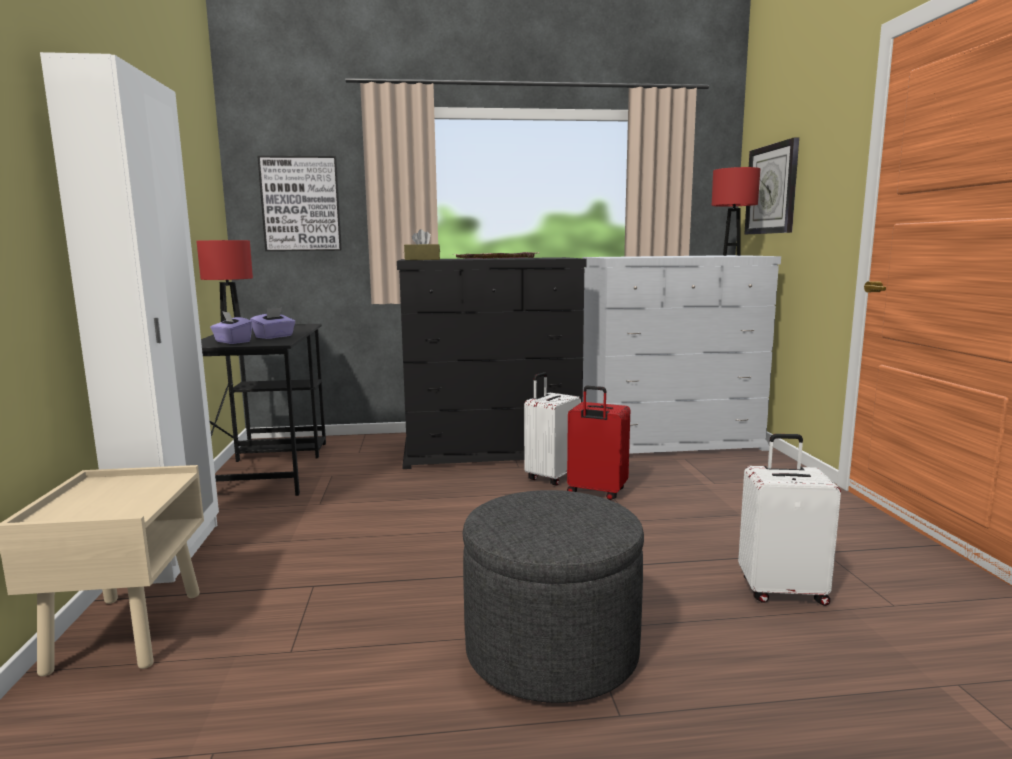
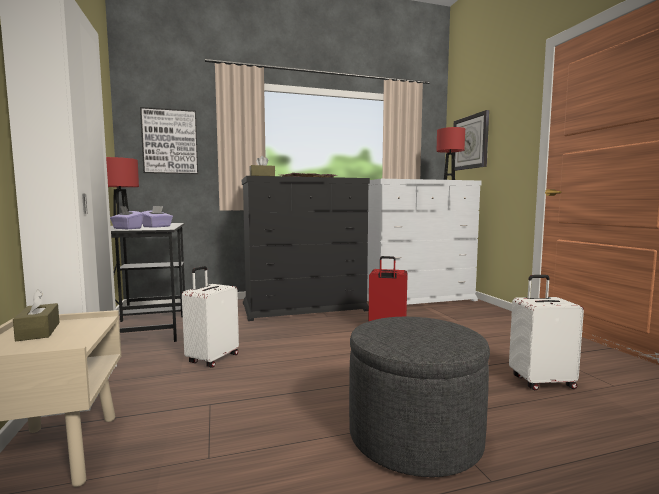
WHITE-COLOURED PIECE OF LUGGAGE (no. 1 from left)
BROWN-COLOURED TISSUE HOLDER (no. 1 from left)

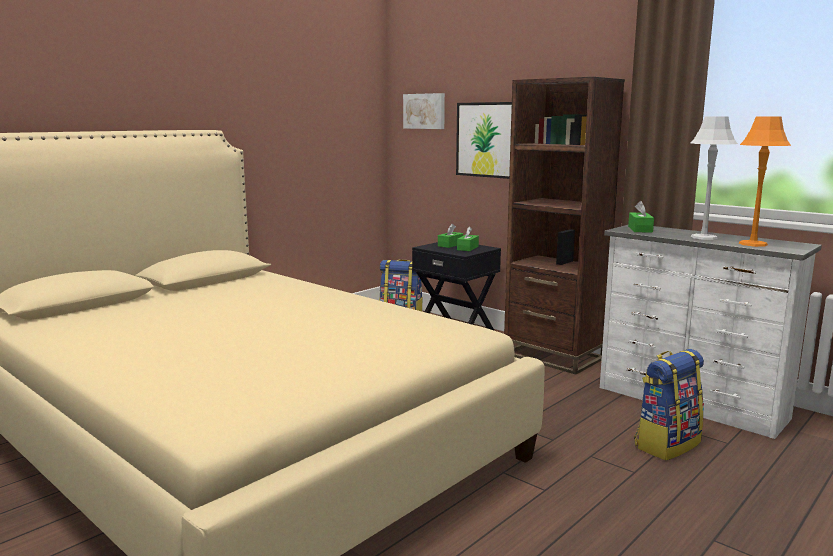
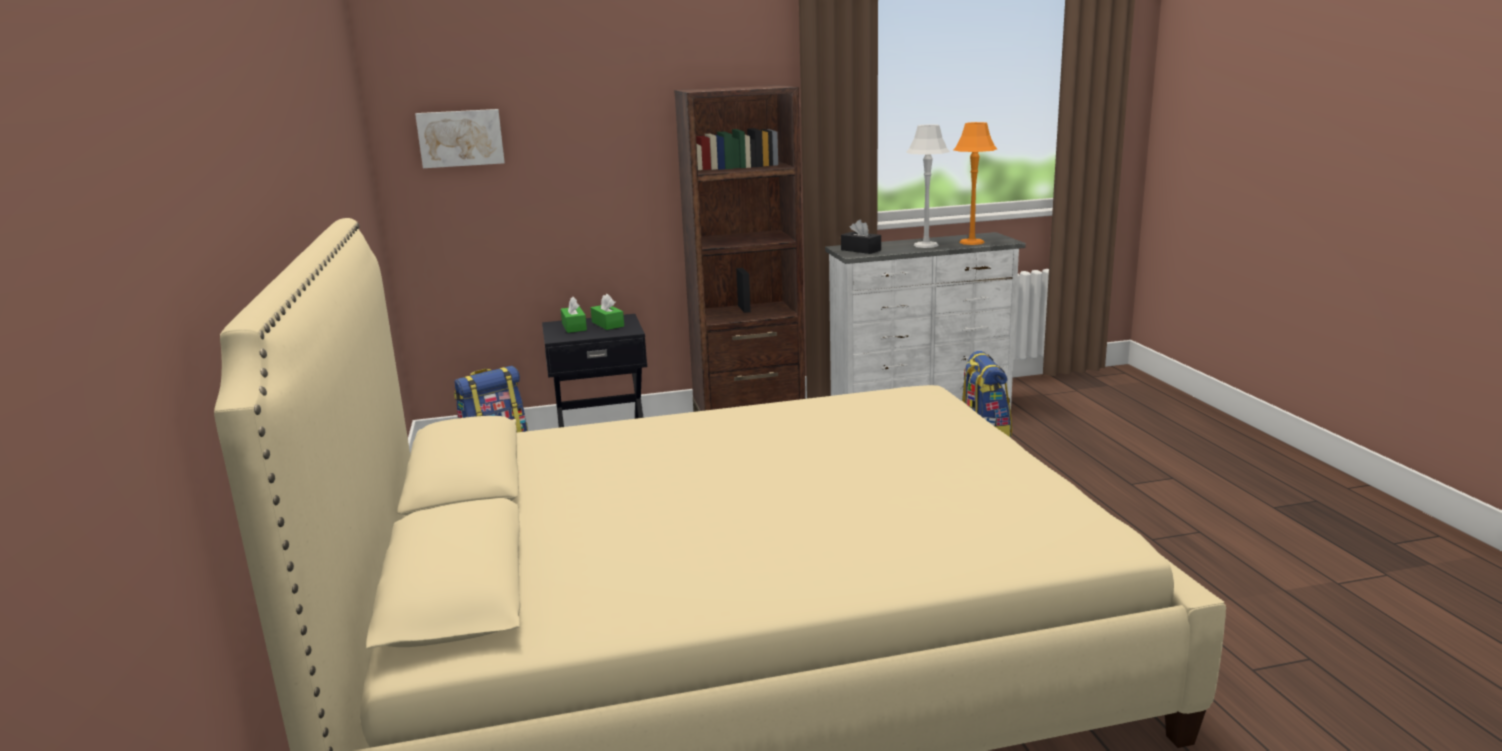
WALL ART (no. 2 from left in the first image)
BLACK TISSUE HOLDER

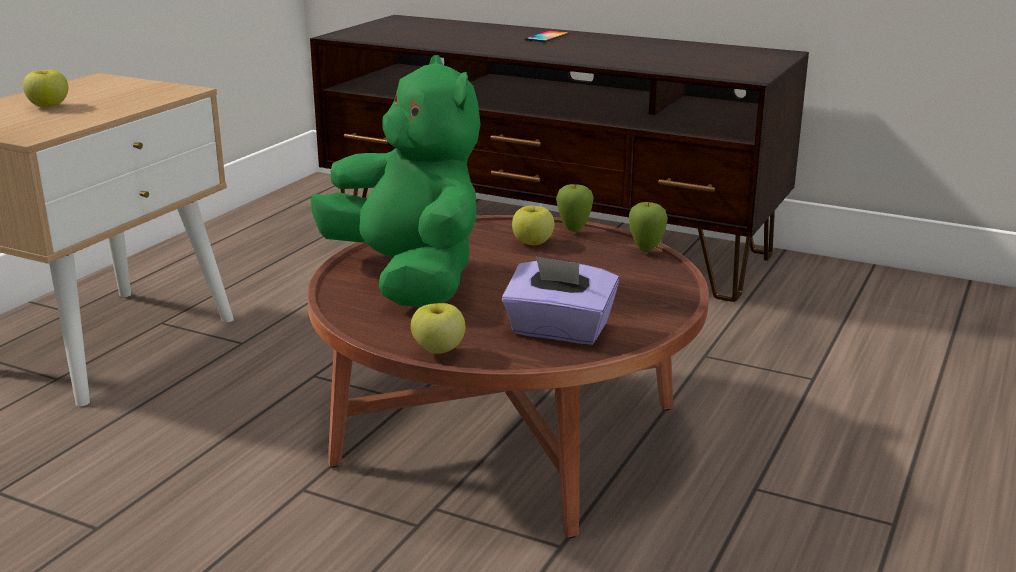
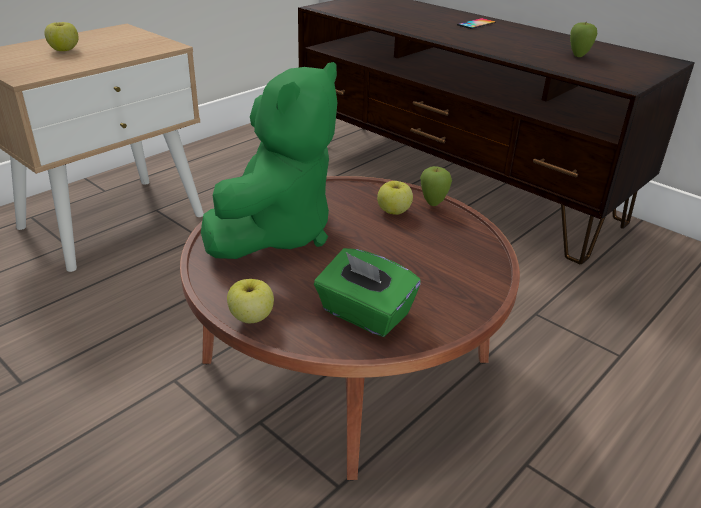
GREEN-COLOURED PLUSH TOY
WHOLE APPLE (no. 5 from left)
GREEN-COLOURED TISSUE HOLDER

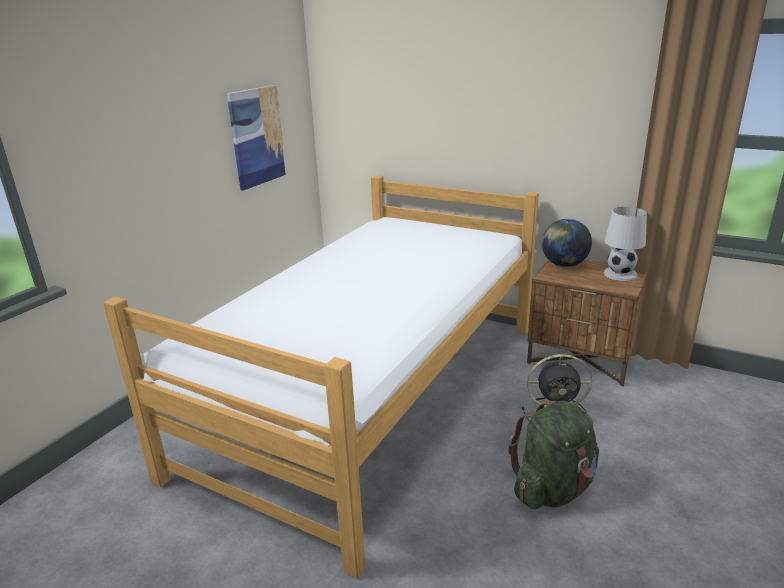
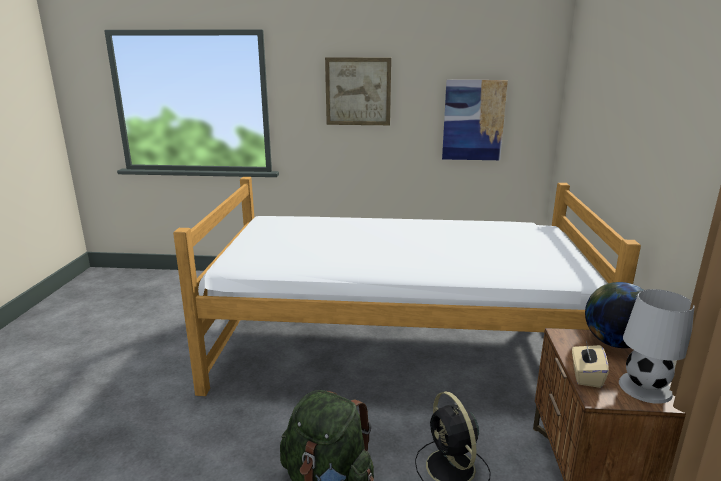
WALL ART (no. 1 from left)
BEIGE-COLOURED TISSUE HOLDER

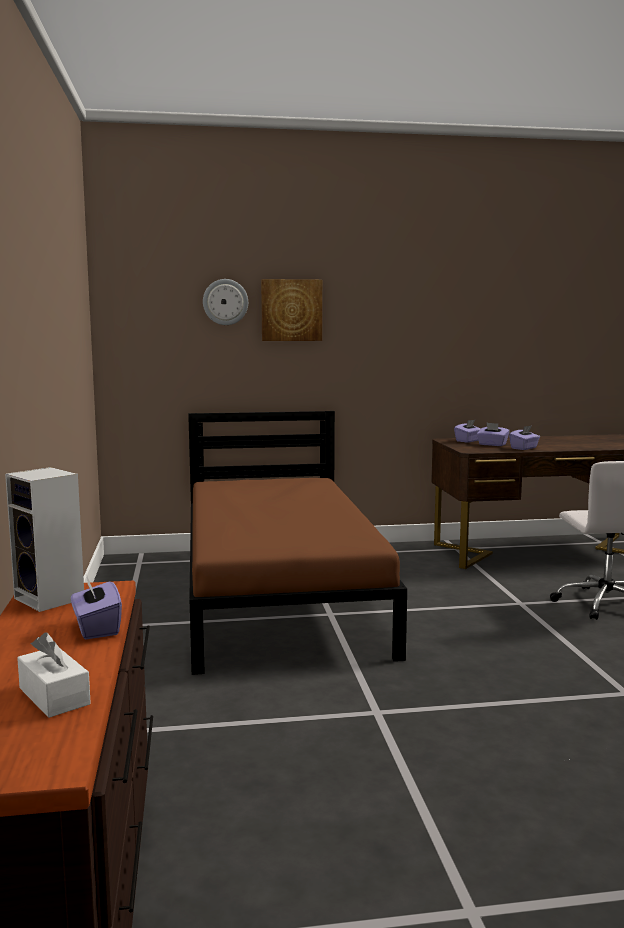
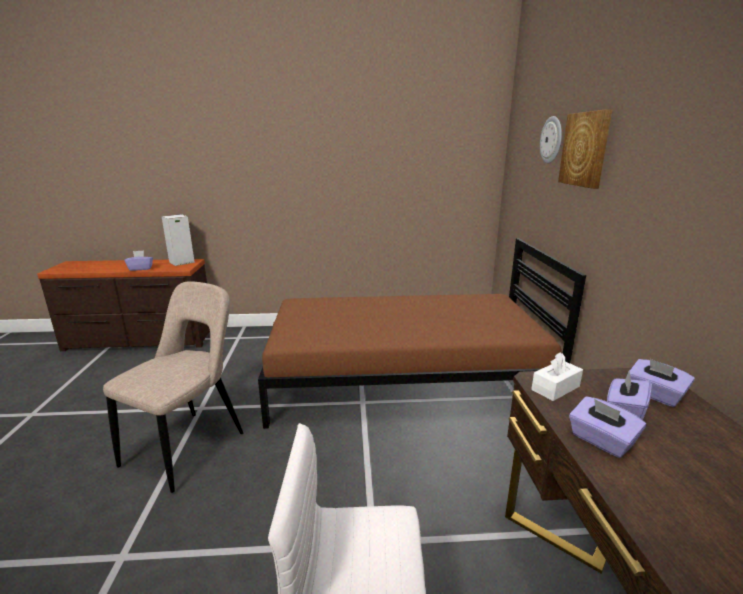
WHITE-COLOURED TISSUE HOLDER
BEIGE-COLOURED CHAIR

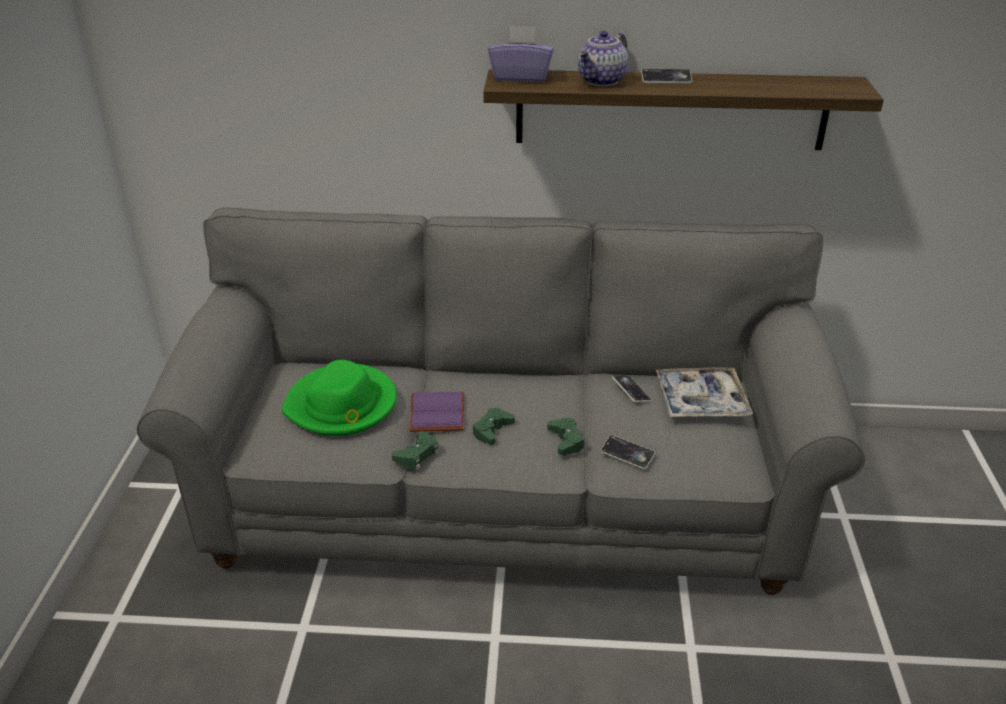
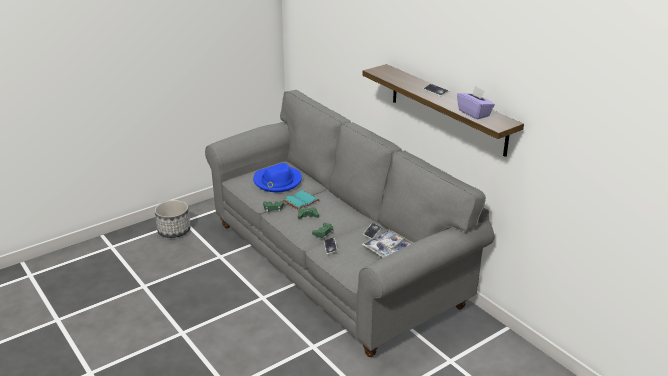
PURPLE TISSUE HOLDER
TEA POT
BLUE WEARABLE HAT
TURQUOISE BOUND BOOK
PLANTER

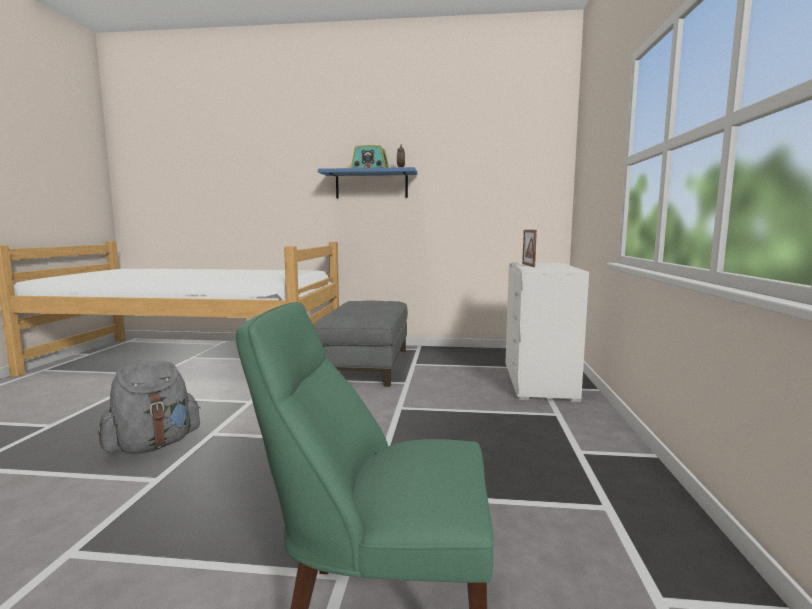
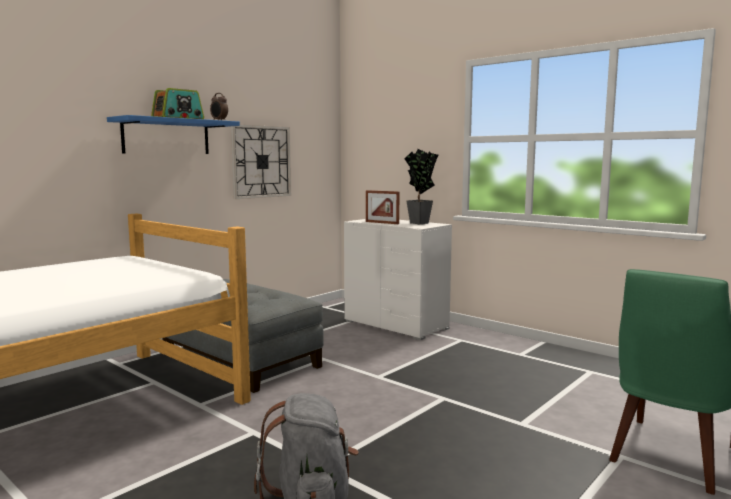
WALL CLOCK
PLANT IN A POT

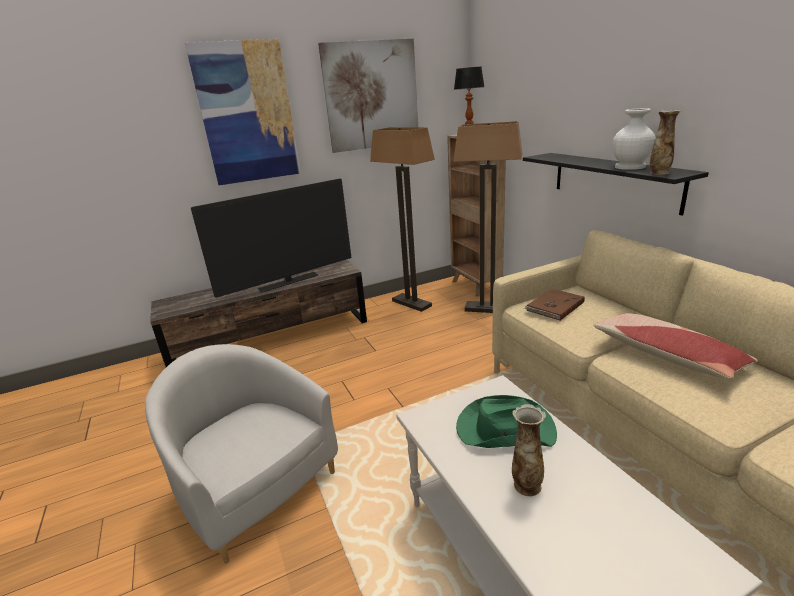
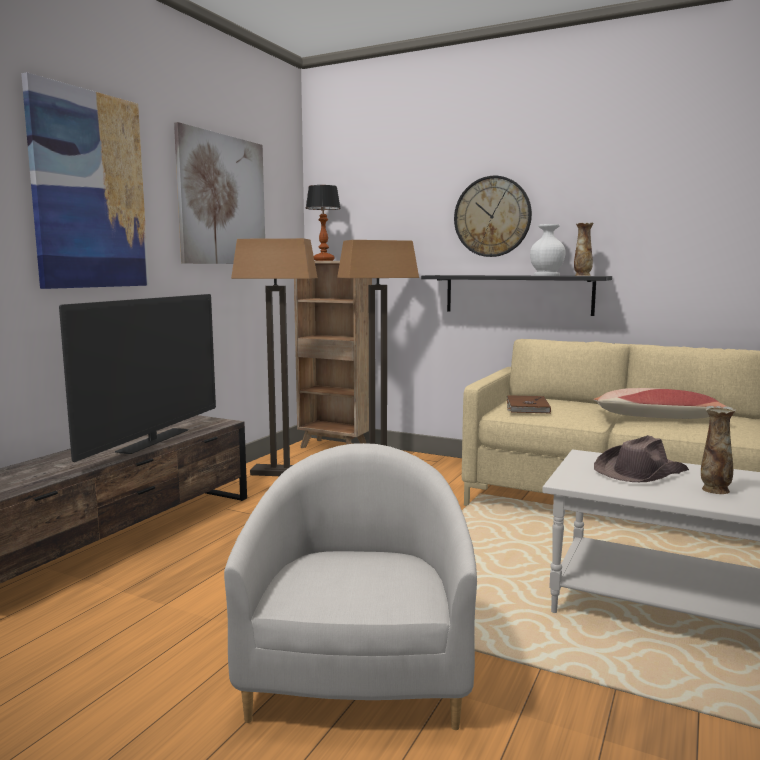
WHITE-COLOURED LOUNGE CHAIR
BROWN-COLOURED WEARABLE HAT
WALL CLOCK

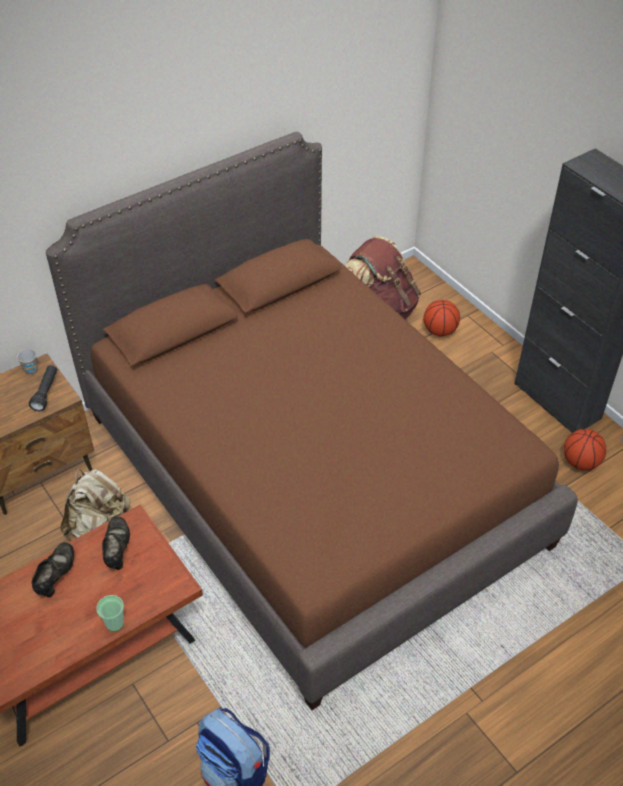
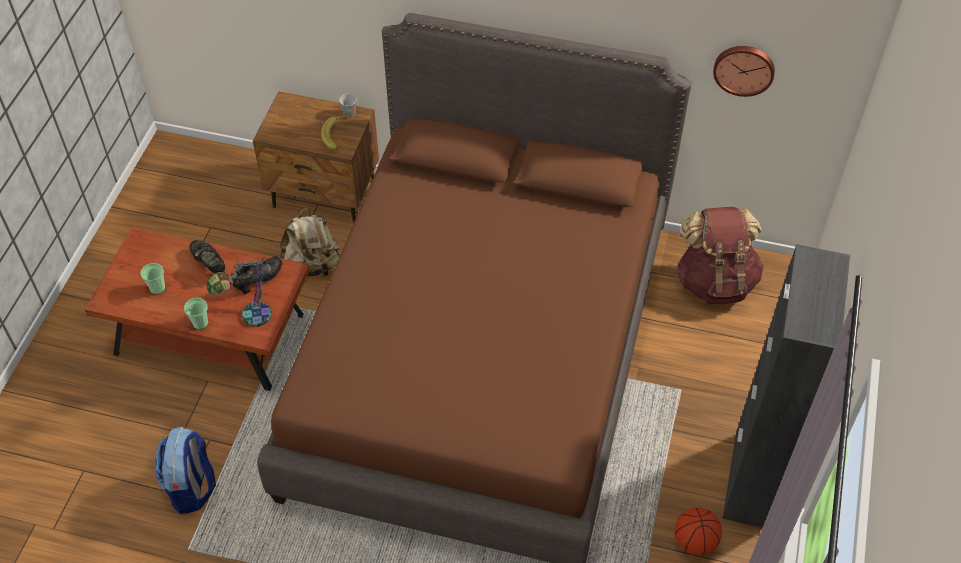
BALL FOR BASKETBALL (no. 1 from left in the first image)
BANANA
BLACK ITEM OF FOOTWEAR (no. 1 from left)
WALL CLOCK
TABLE LAMP
CUP (no. 1 from left)

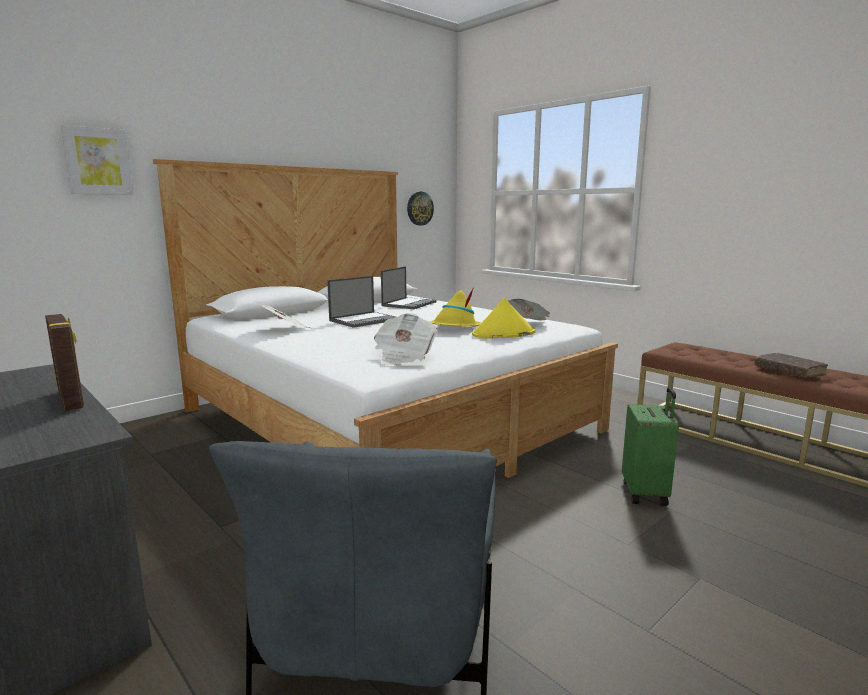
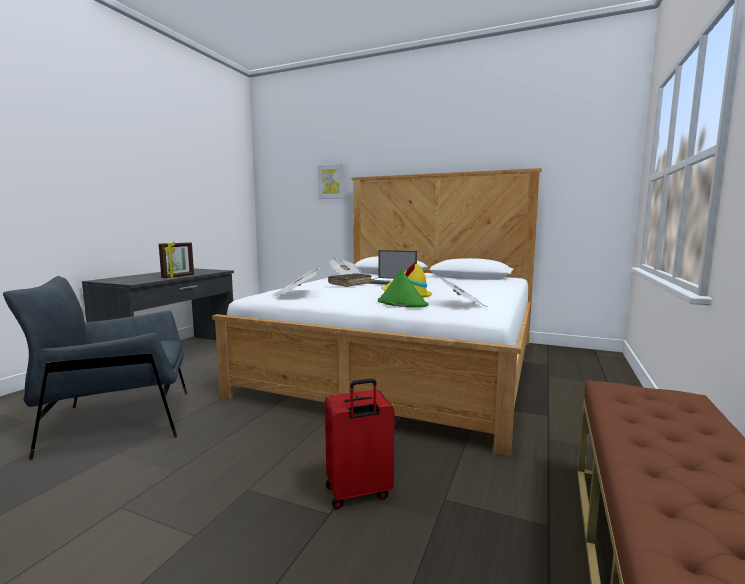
WALL CLOCK
NOTEBOOK COMPUTER (no. 2 from left in the first image)
GREEN-COLOURED WEARABLE HAT
BROWN-COLOURED BOUND BOOK
RED-COLOURED PIECE OF LUGGAGE

